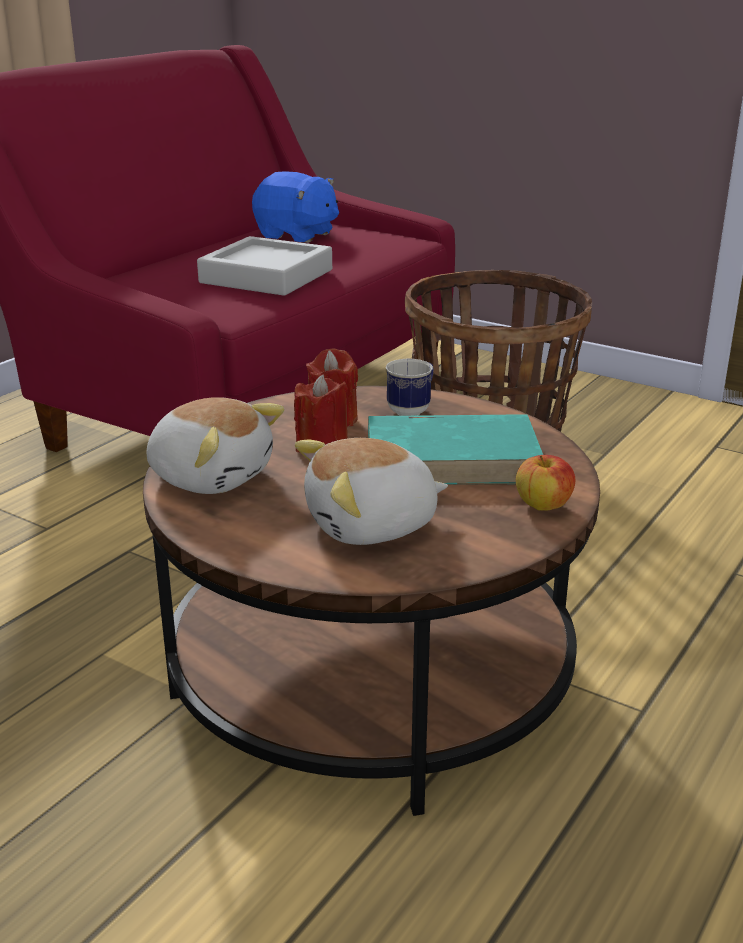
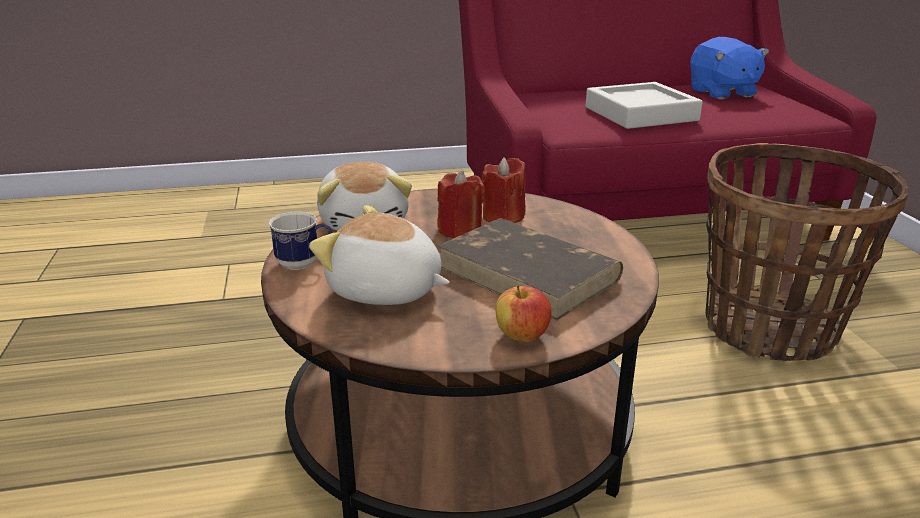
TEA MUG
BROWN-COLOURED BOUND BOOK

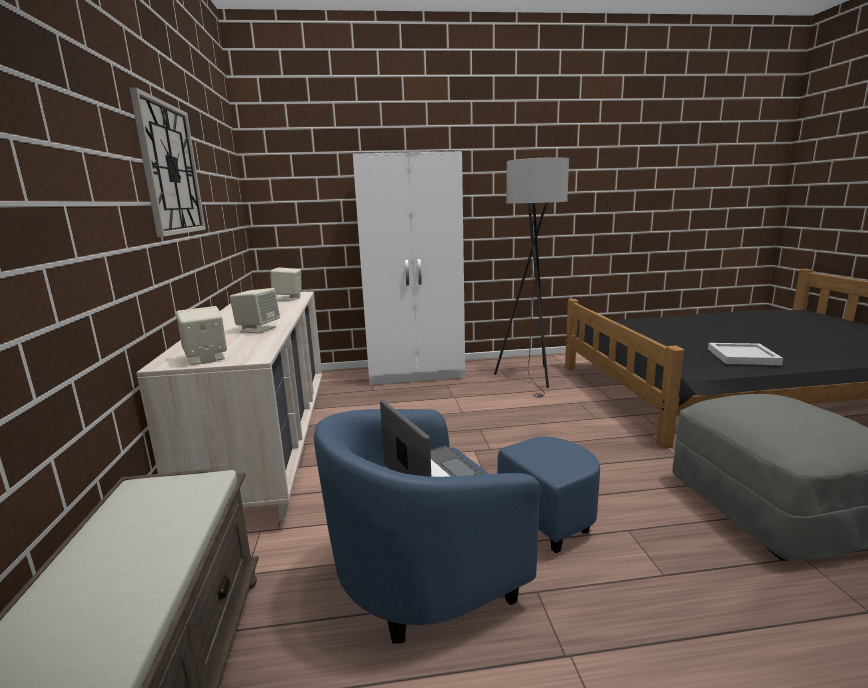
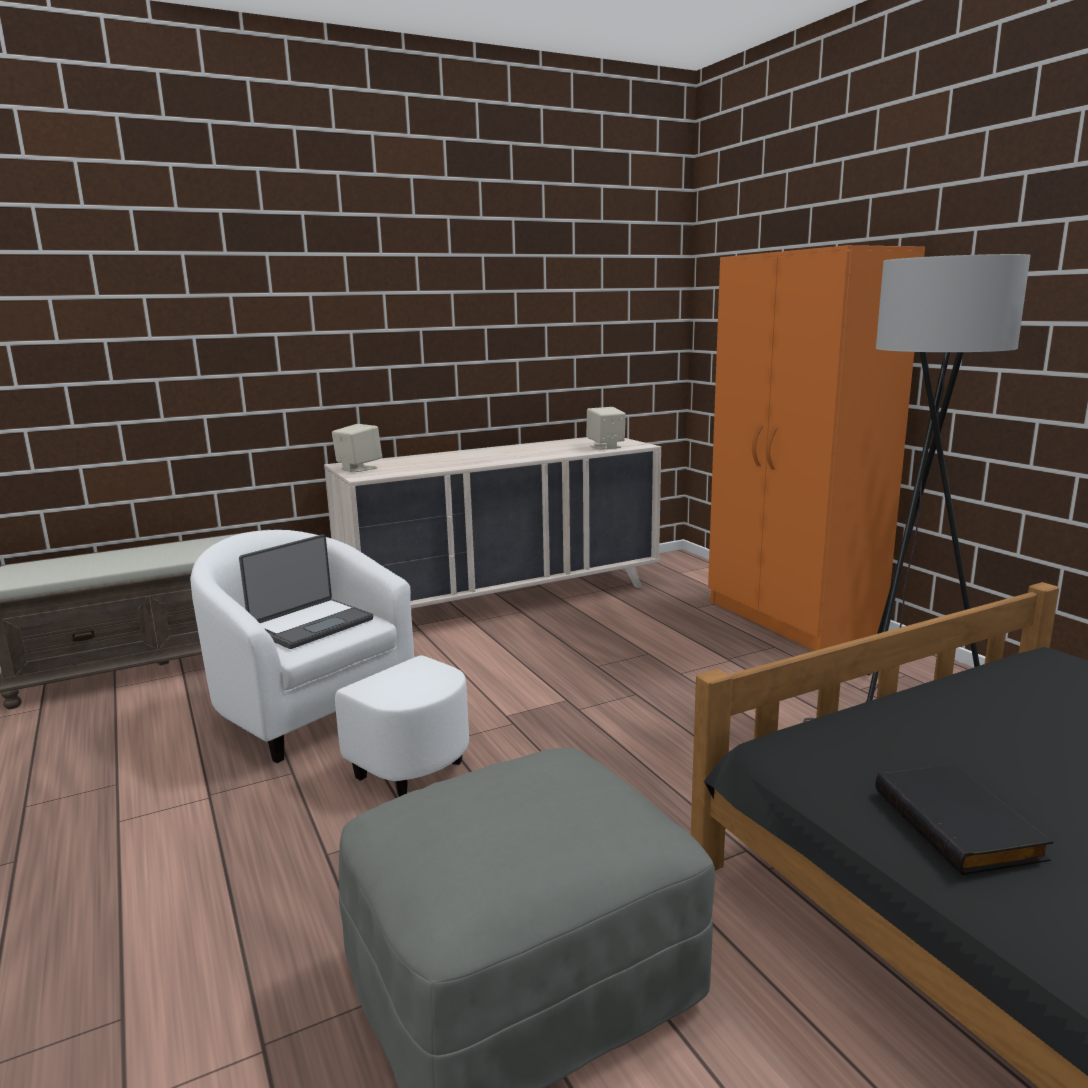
WALL CLOCK
ORANGE ARMOIRE
BEIGE-COLOURED SPEAKER (no. 2 from left in the first image)
BLACK BOUND BOOK
WHITE-COLOURED LOUNGE CHAIR

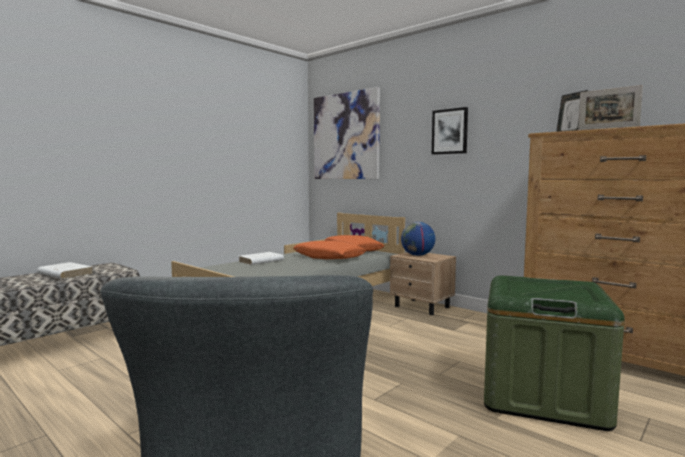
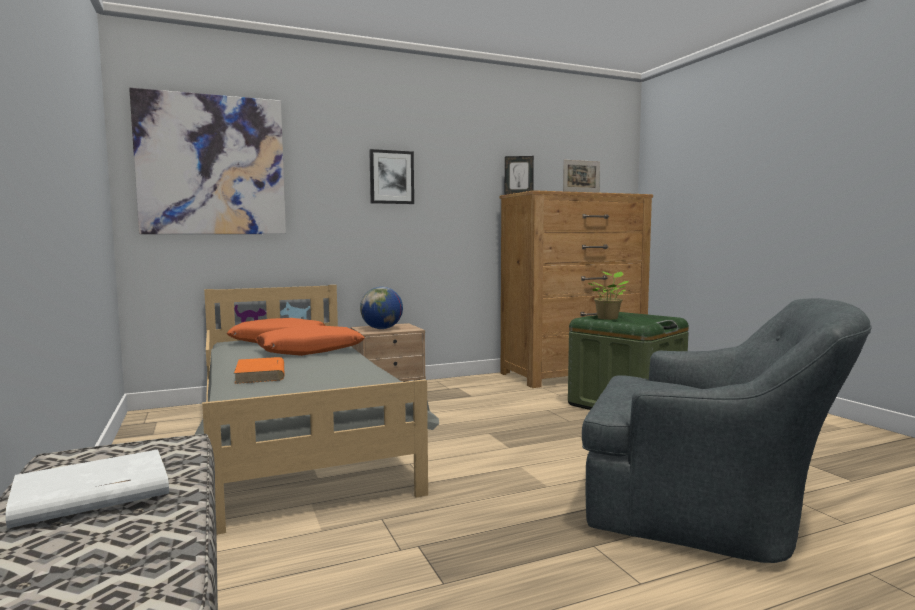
ORANGE BOUND BOOK
PLANT IN A POT

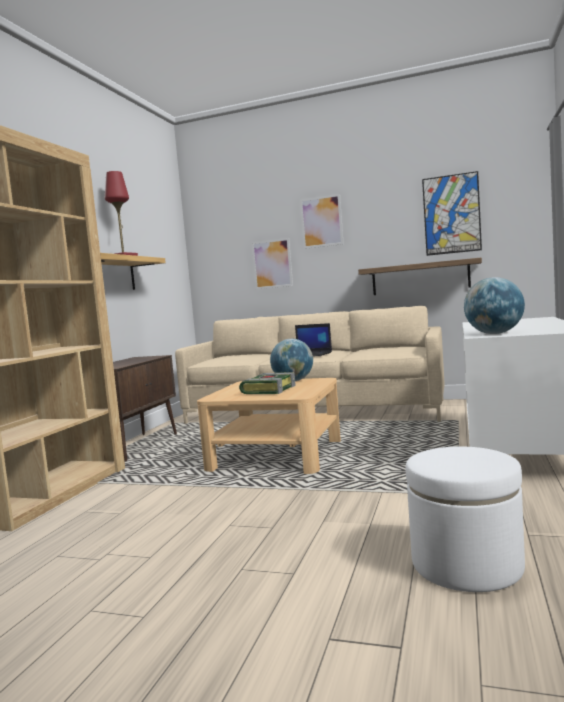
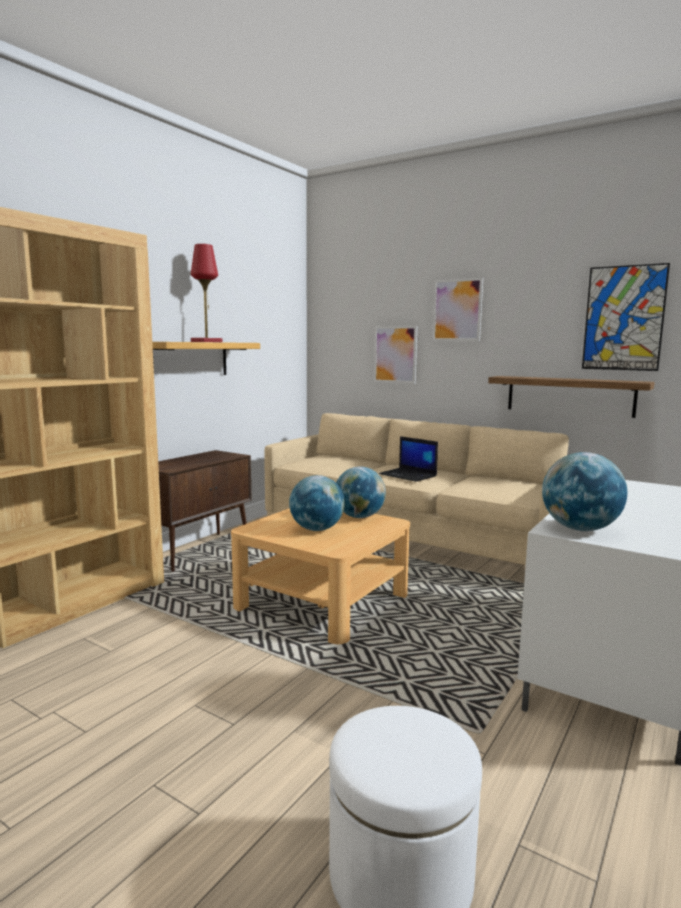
DESK GLOBE (no. 1 from left)

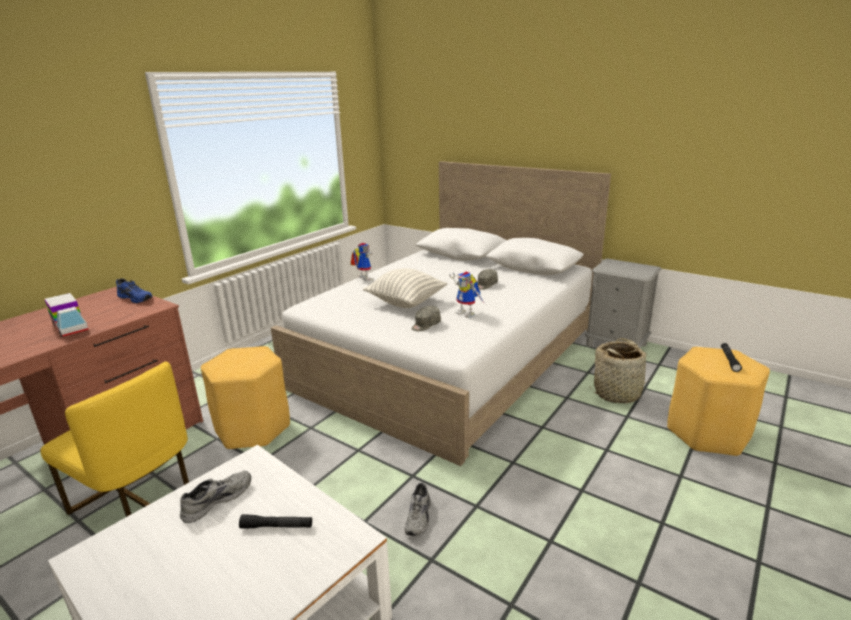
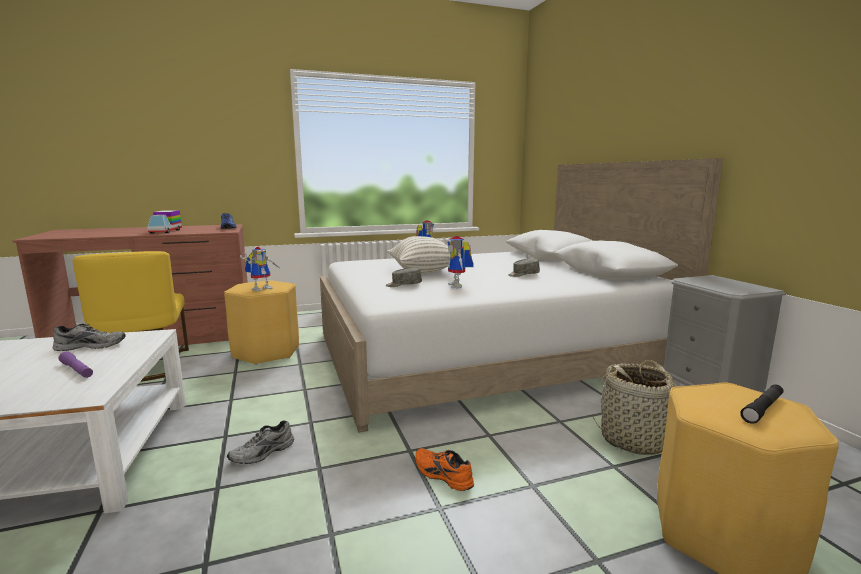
PURPLE TORCH
ROBOT FIGURE (no. 1 from left)
ORANGE ITEM OF FOOTWEAR

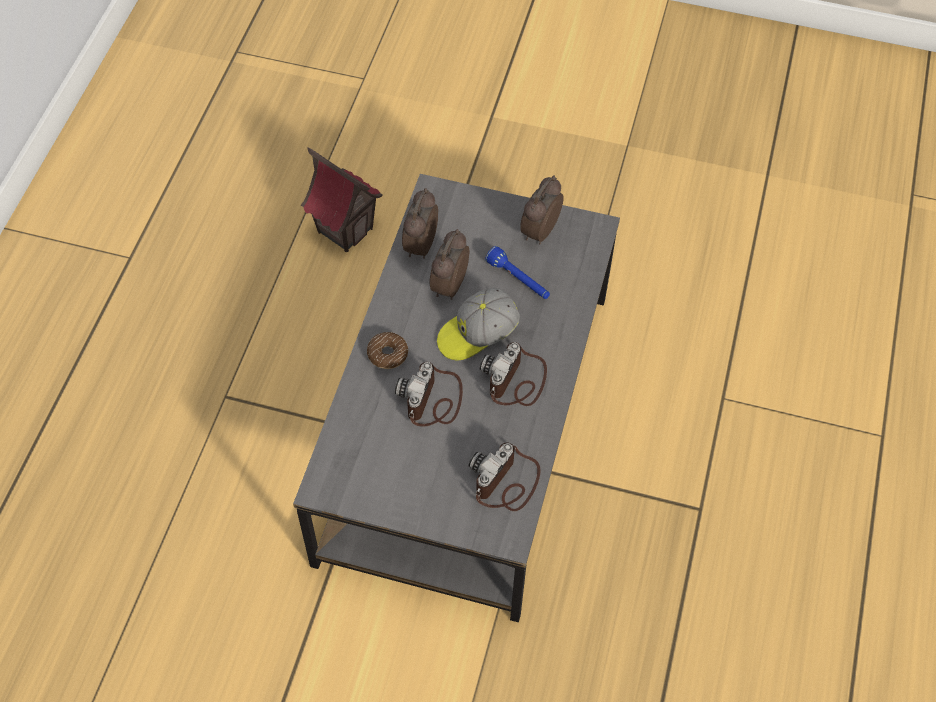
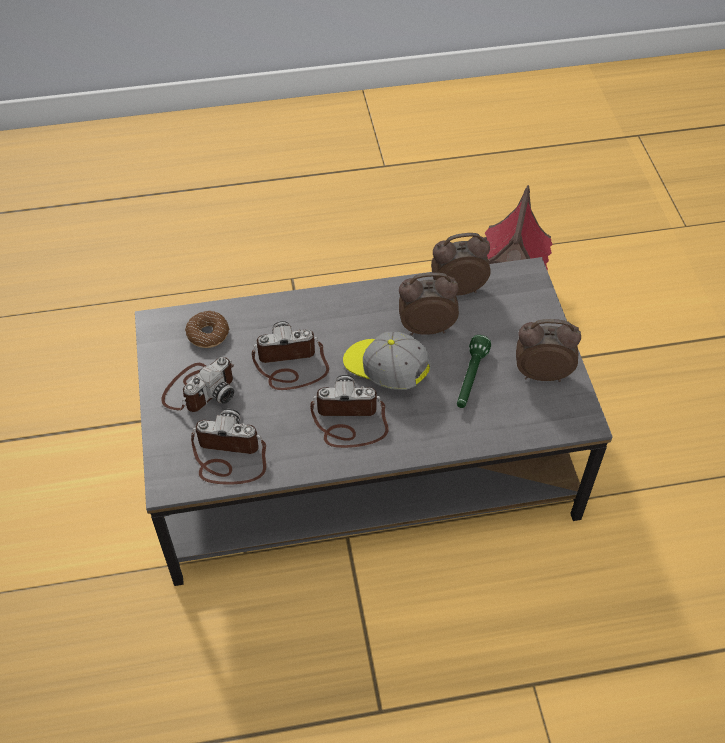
GREEN-COLOURED TORCH
RING DOUGHNUT
STILL CAMERA (no. 1 from left)

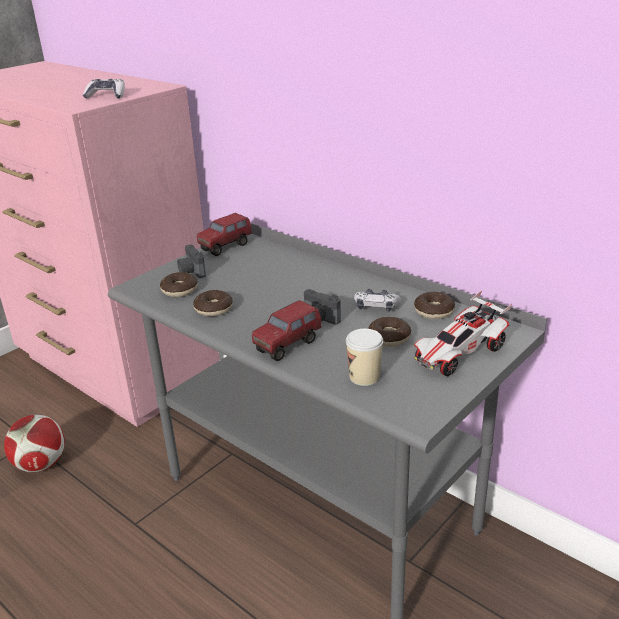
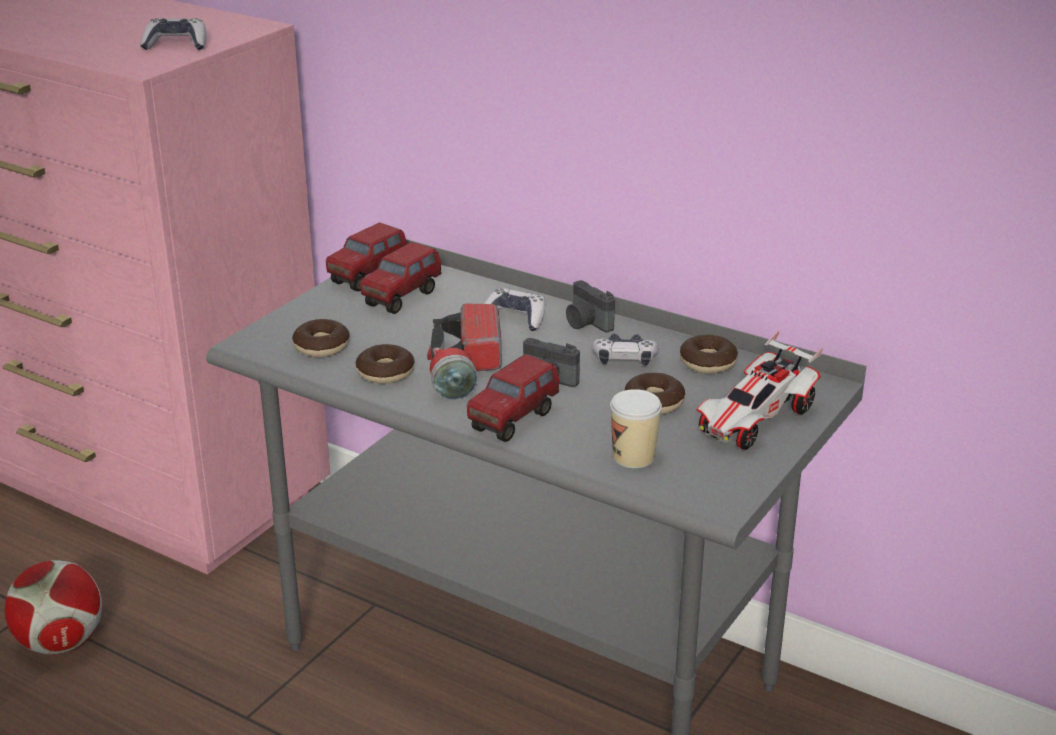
STILL CAMERA (no. 2 from left)
TOY TRUCK (no. 2 from left)
GAME CONTROLLER (no. 2 from left)
TORCH

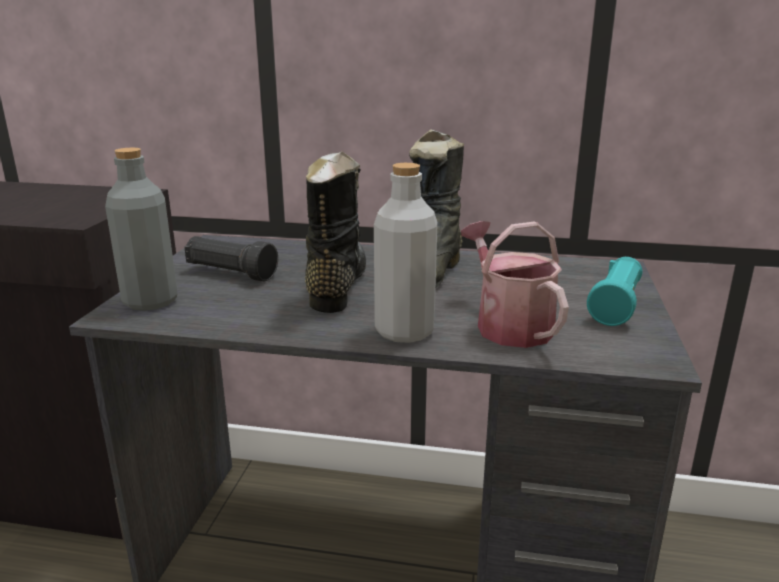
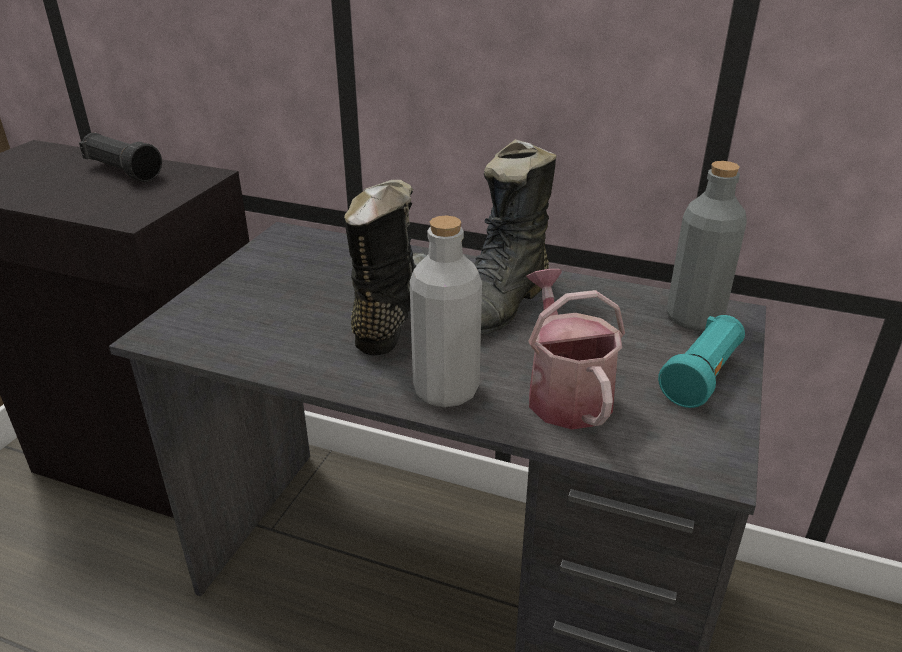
GRAY DRINK BOTTLE (no. 2 from left)
BLACK TORCH

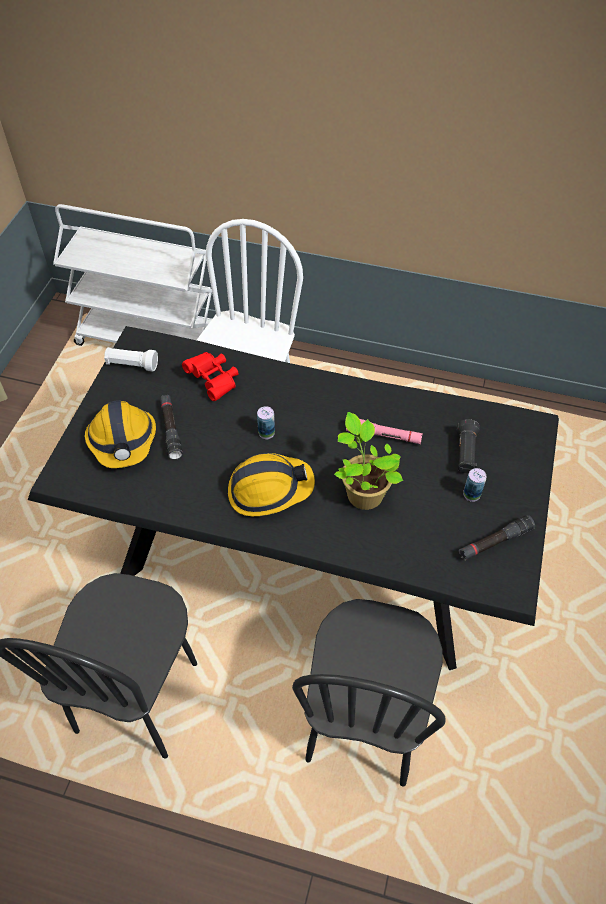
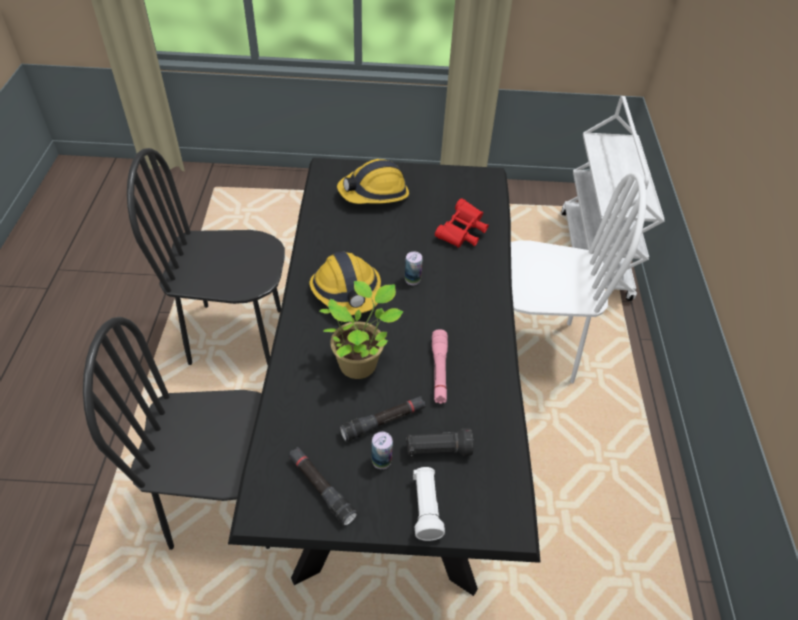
WHITE-COLOURED TORCH
BLACK TORCH (no. 2 from left)

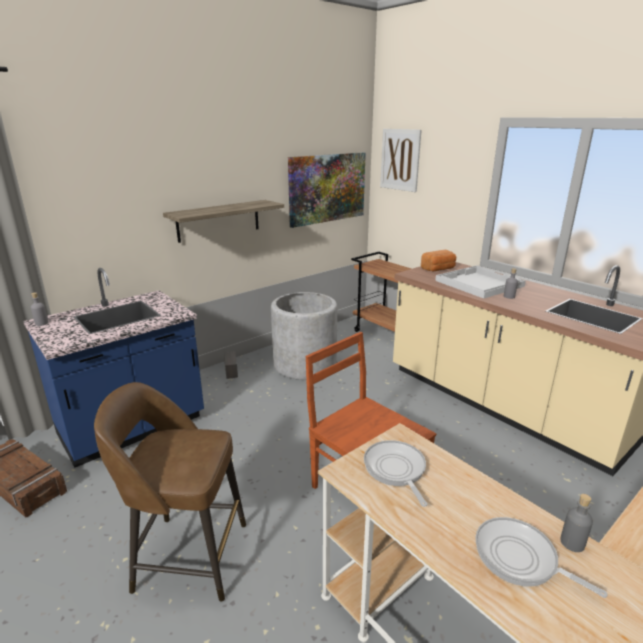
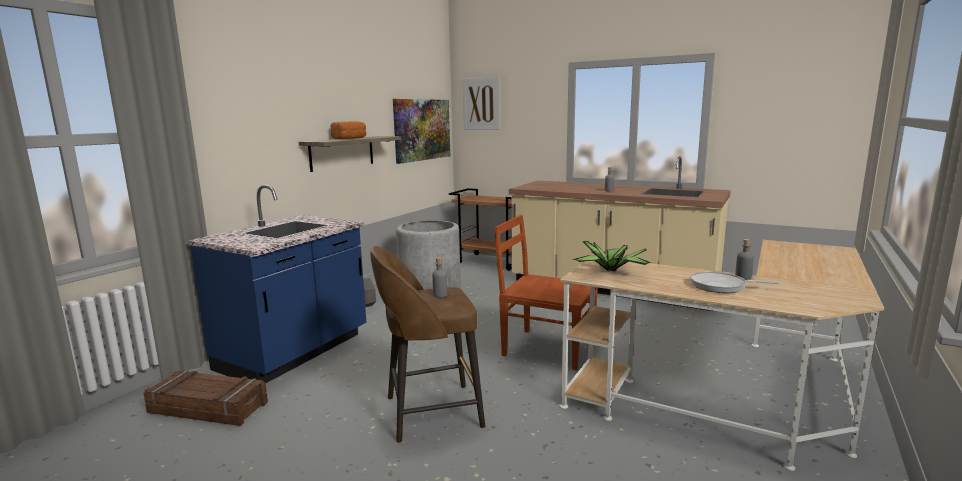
BAKED BREAD
WHITE-COLOURED SERVING TRAY
GRAY DRINK BOTTLE (no. 1 from left)
PLANT IN A POT

